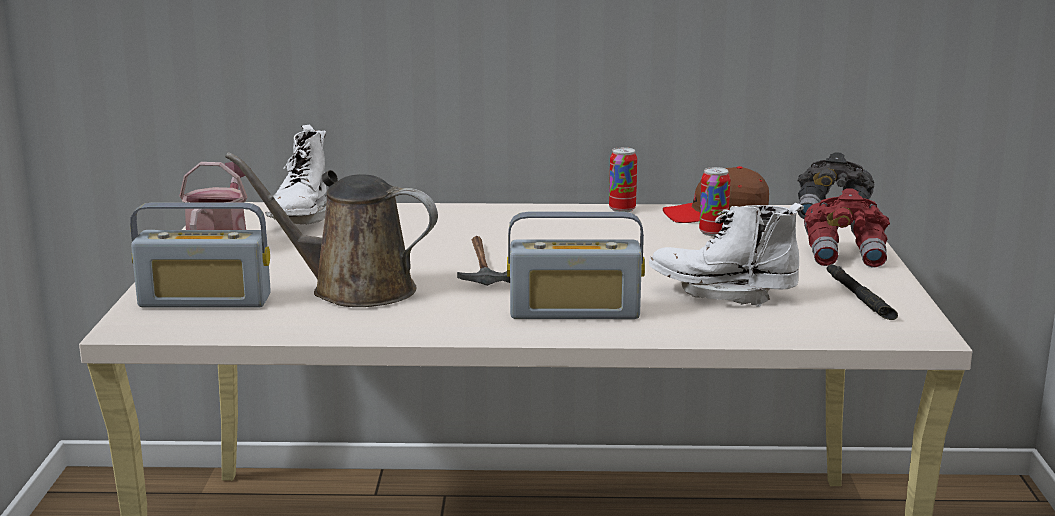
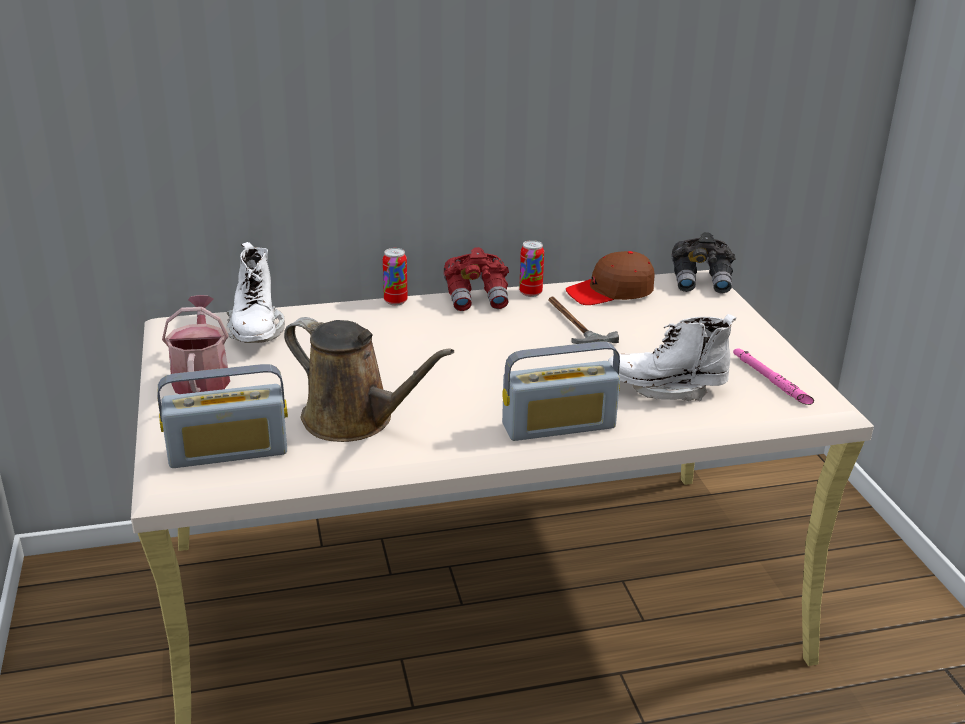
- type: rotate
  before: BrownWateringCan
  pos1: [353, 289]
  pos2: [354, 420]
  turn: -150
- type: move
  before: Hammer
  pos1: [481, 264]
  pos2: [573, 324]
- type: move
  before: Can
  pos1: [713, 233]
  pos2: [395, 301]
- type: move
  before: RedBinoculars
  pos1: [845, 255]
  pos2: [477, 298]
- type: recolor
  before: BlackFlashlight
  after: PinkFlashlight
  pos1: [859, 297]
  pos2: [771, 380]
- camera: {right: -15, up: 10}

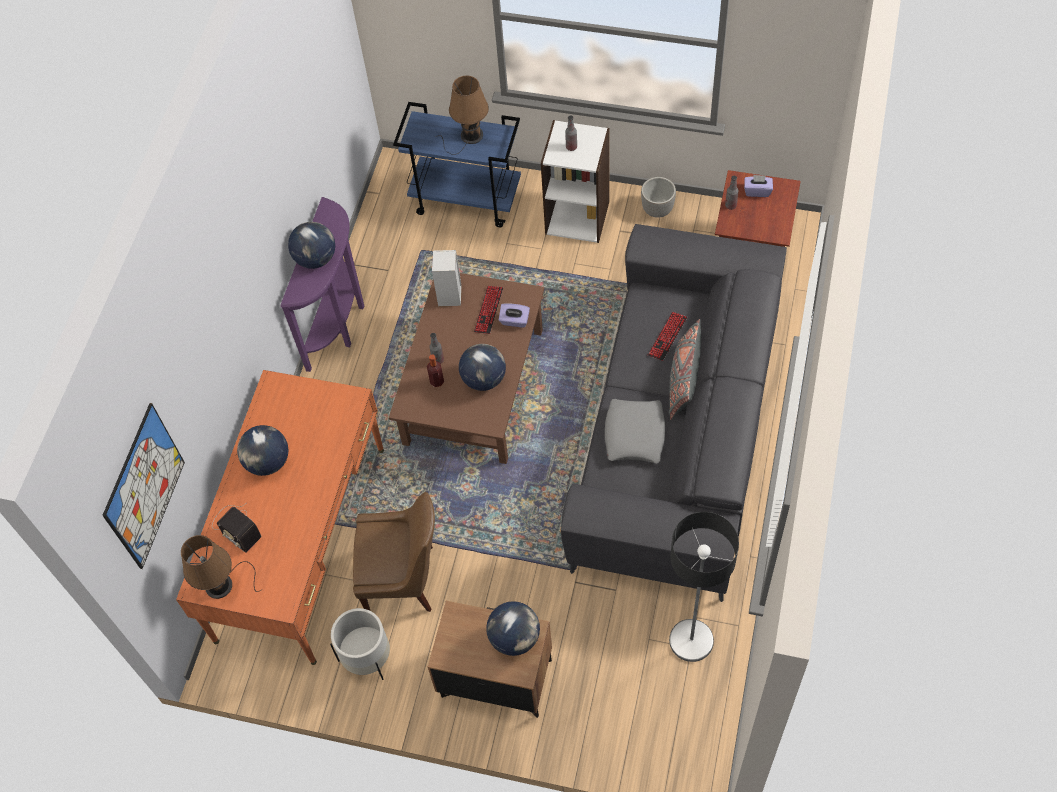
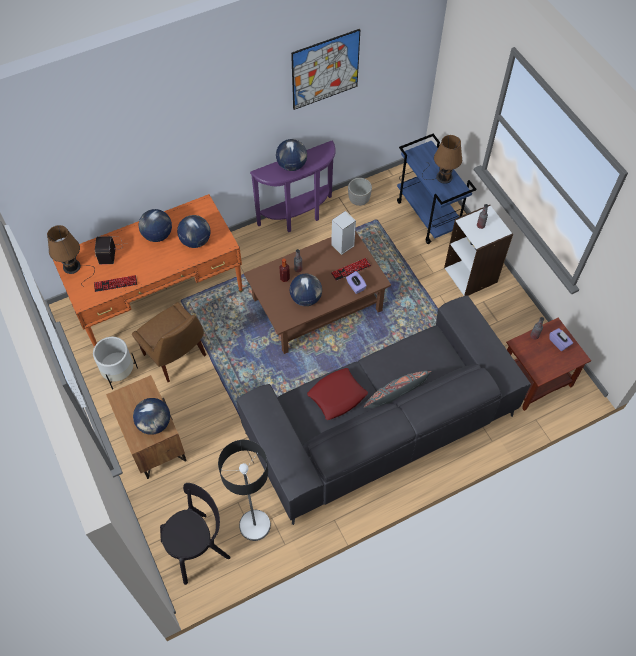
- type: move
  before: Picture
  pos1: [144, 487]
  pos2: [325, 69]
- type: recolor
  before: GreyPillow
  after: RedPillow
  pos1: [635, 434]
  pos2: [337, 396]
- type: move
  before: Planter
  pos1: [657, 210]
  pos2: [358, 200]
- type: move
  before: Keyboard
  pos1: [667, 336]
  pos2: [115, 284]
- type: insert
  after: BlackChair
  pos2: [198, 547]
- type: insert
  after: Globe
  pos2: [196, 241]
- camera: {right: 45, up: 0}

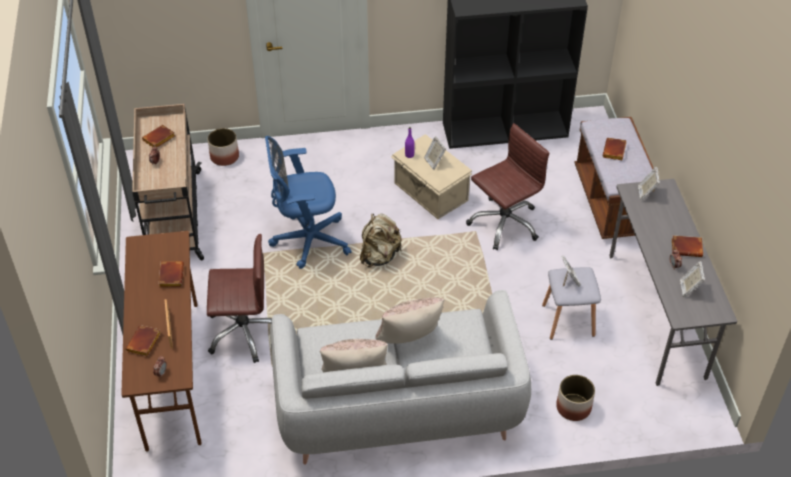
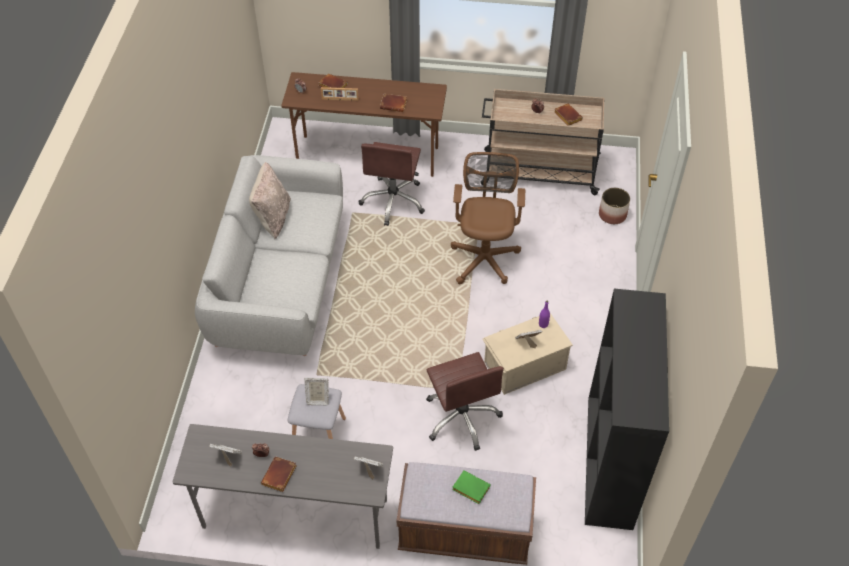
- type: recolor
  before: BlueOfficeChair
  after: BrownOfficeChair
  pos1: [307, 240]
  pos2: [485, 256]
- type: delete
  before: BeigeBackpack
  pos1: [379, 256]
- type: delete
  before: BeigePillow
  pos1: [409, 340]
- type: delete
  before: Planter
  pos1: [573, 407]
- type: recolor
  before: BrownBook
  after: GreenBook
  pos1: [615, 152]
  pos2: [469, 489]
- camera: {right: 105, up: 5}

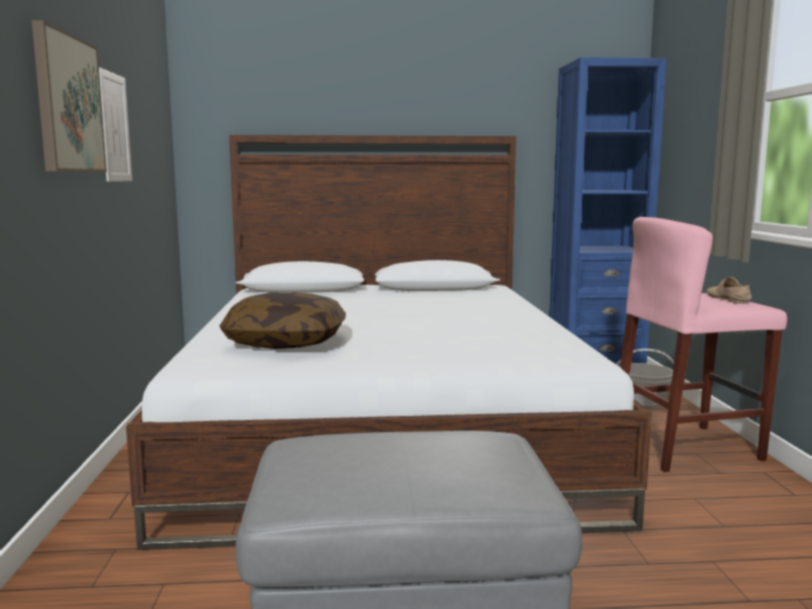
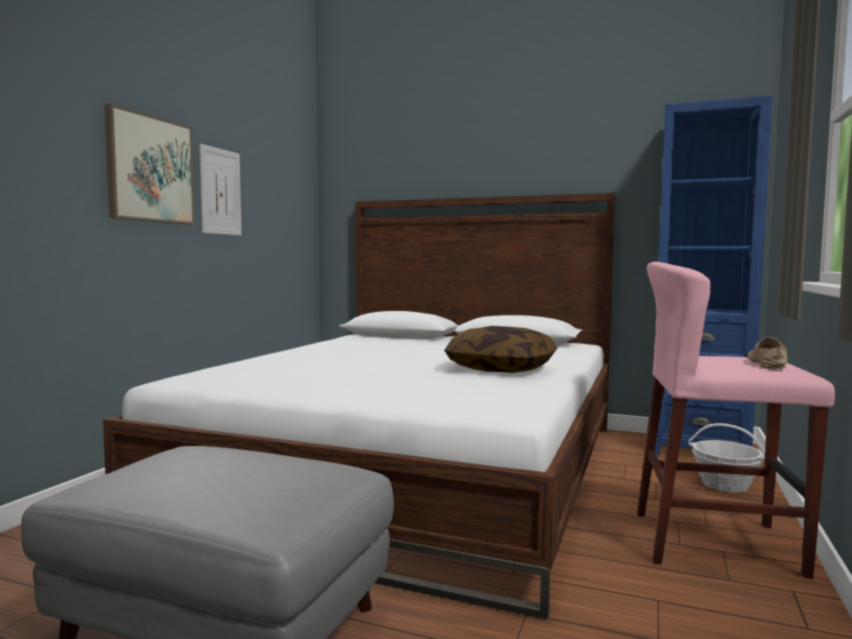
- type: move
  before: Pillow
  pos1: [286, 342]
  pos2: [501, 368]
- camera: {right: 25, up: -5}

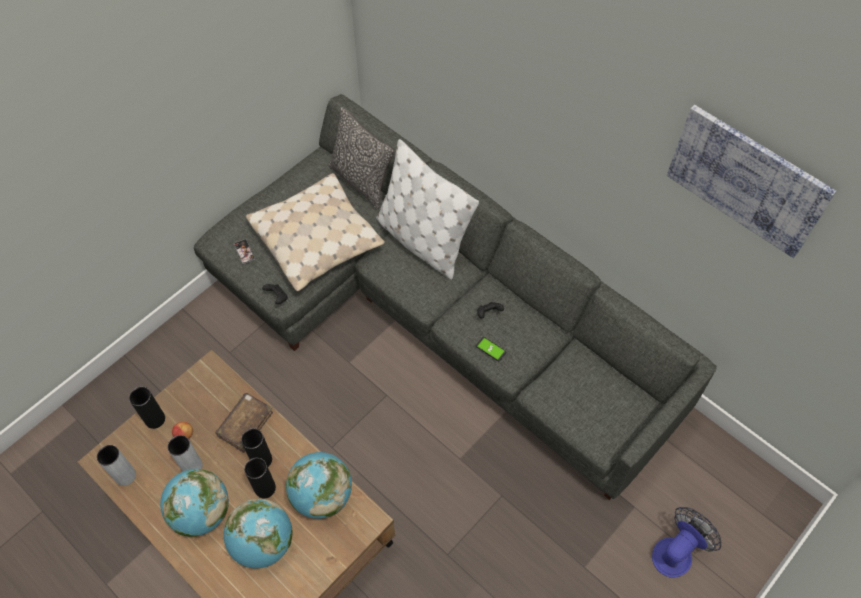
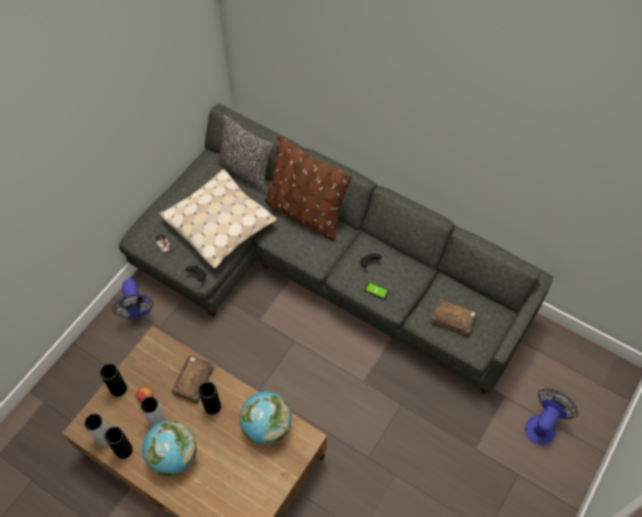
- type: delete
  before: Globe
  pos1: [263, 543]
- type: move
  before: BlackVase
  pos1: [265, 488]
  pos2: [124, 450]
- type: recolor
  before: WhitePillow
  after: BrownPillow
  pos1: [422, 241]
  pos2: [305, 213]
- type: delete
  before: Picture
  pos1: [747, 180]
- type: insert
  after: Fan
  pos2: [138, 311]
- type: insert
  after: BrownBook
  pos2: [452, 319]
- camera: {right: -10, up: 0}

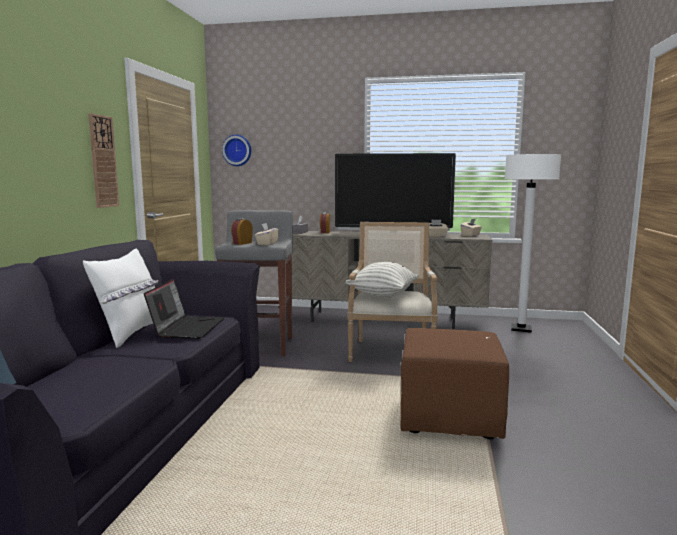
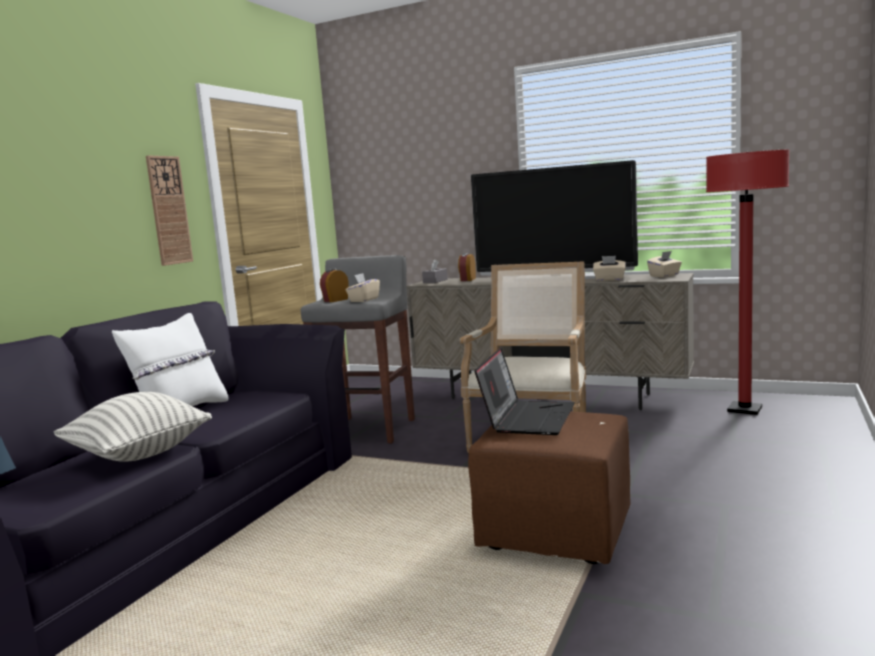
- type: move
  before: Laptop
  pos1: [187, 328]
  pos2: [527, 418]
- type: delete
  before: WallClock
  pos1: [237, 150]
- type: move
  before: Pillow
  pos1: [382, 295]
  pos2: [138, 454]
- type: recolor
  before: WhiteFloorLamp
  after: RedFloorLamp
  pos1: [521, 329]
  pos2: [744, 410]
- camera: {right: 15, up: 0}

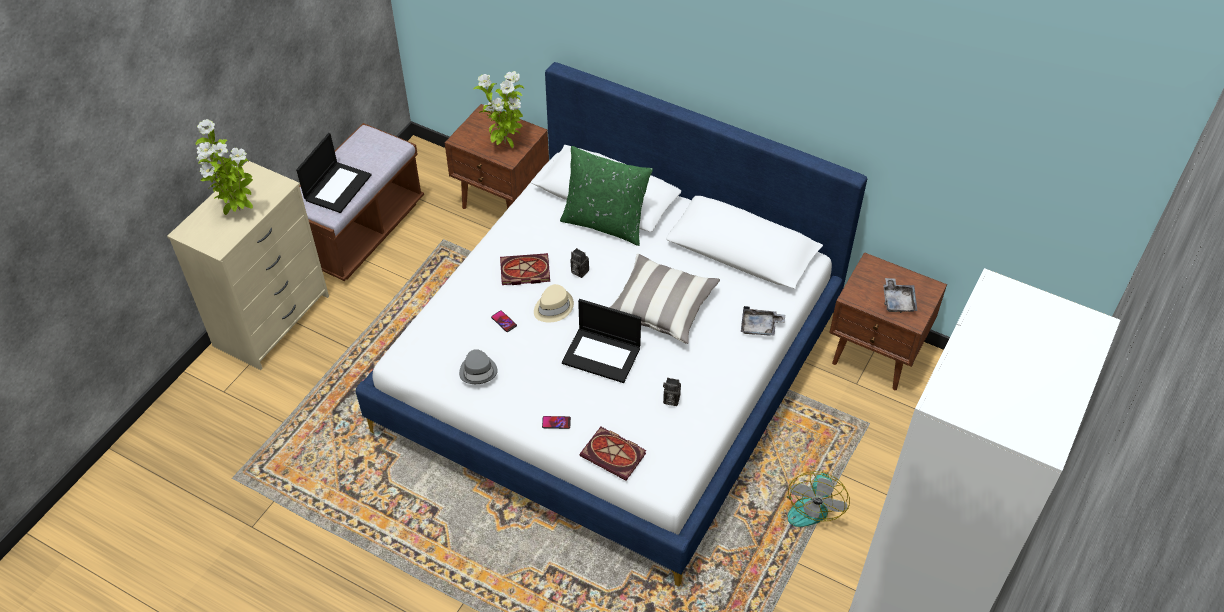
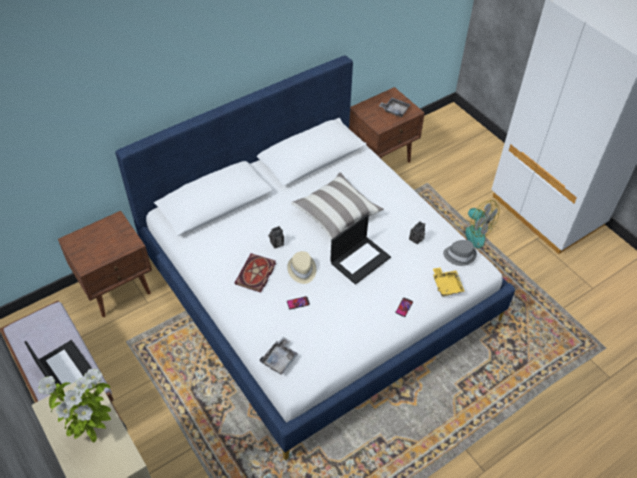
- type: move
  before: GreyHat
  pos1: [478, 371]
  pos2: [459, 255]
- type: delete
  before: PottedPlant
  pos1: [506, 145]
- type: delete
  before: GreenPillow
  pos1: [605, 223]
- type: replace
  before: Book
  after: YellowTray
  pos1: [615, 455]
  pos2: [446, 285]
- type: move
  before: GreyTray
  pos1: [760, 326]
  pos2: [280, 359]
- camera: {right: -65, up: 0}

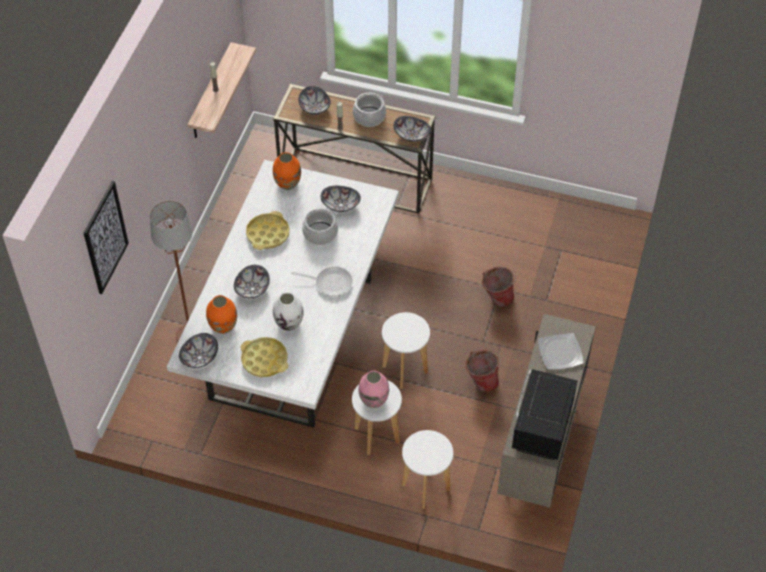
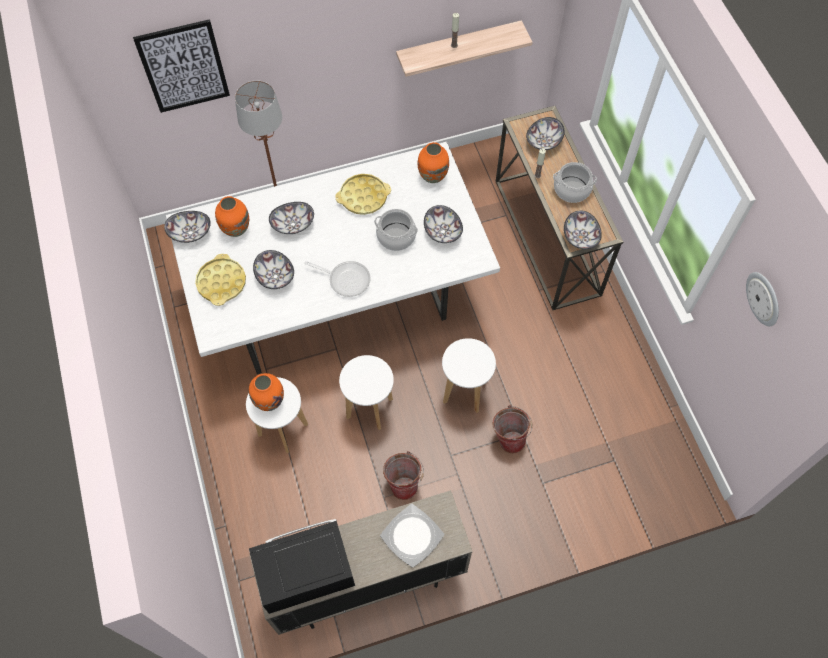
- type: replace
  before: WhiteVase
  after: Bowl
  pos1: [289, 323]
  pos2: [275, 276]
- type: rotate
  before: FryingPan
  pos1: [330, 282]
  pos2: [346, 279]
  turn: -45
- type: recolor
  before: PinkVase
  after: OrangeVase
  pos1: [373, 400]
  pos2: [269, 400]
- type: move
  before: WhiteStool
  pos1: [426, 487]
  pos2: [465, 392]
- type: insert
  after: WallClock
  pos2: [764, 298]
- camera: {right: 55, up: 10}

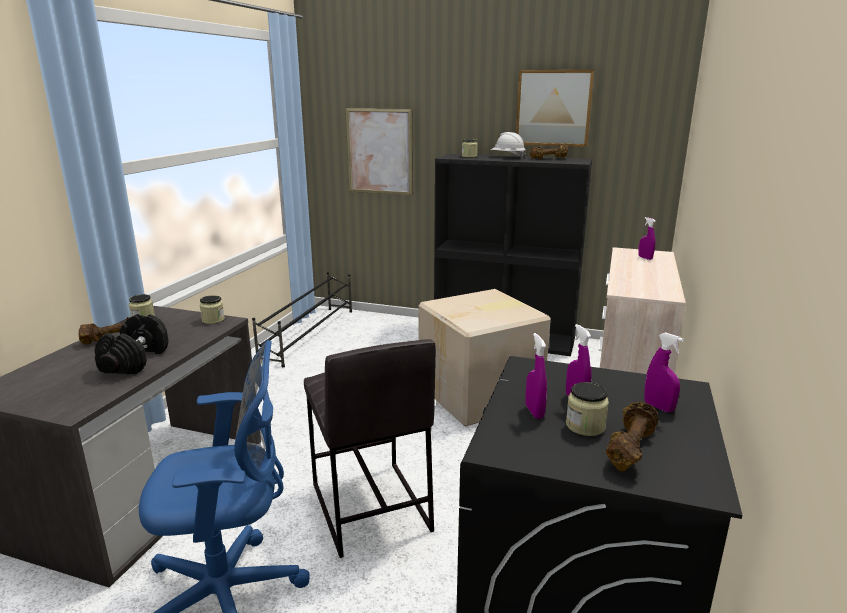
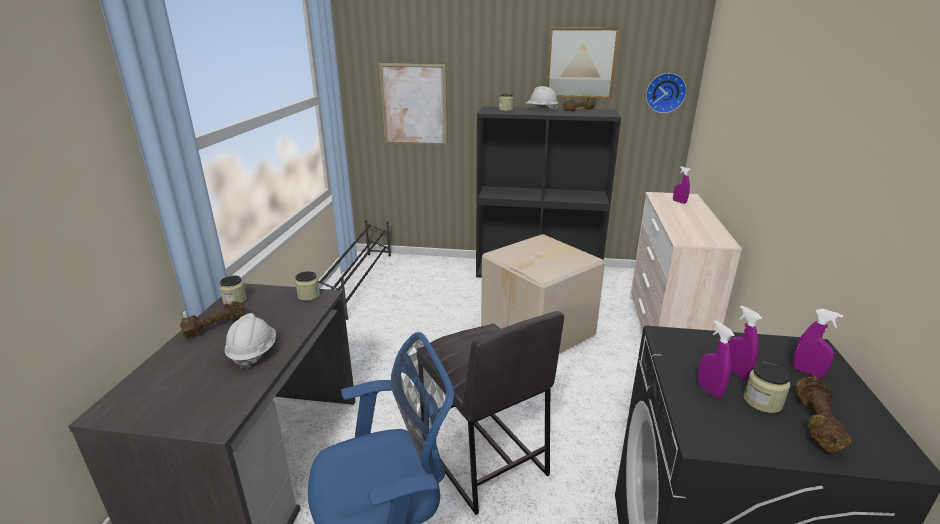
- type: replace
  before: BlackDumbbell
  after: WhiteHardHat
  pos1: [135, 360]
  pos2: [253, 353]
- type: insert
  after: WallClock
  pos2: [665, 92]
- camera: {right: -10, up: 5}

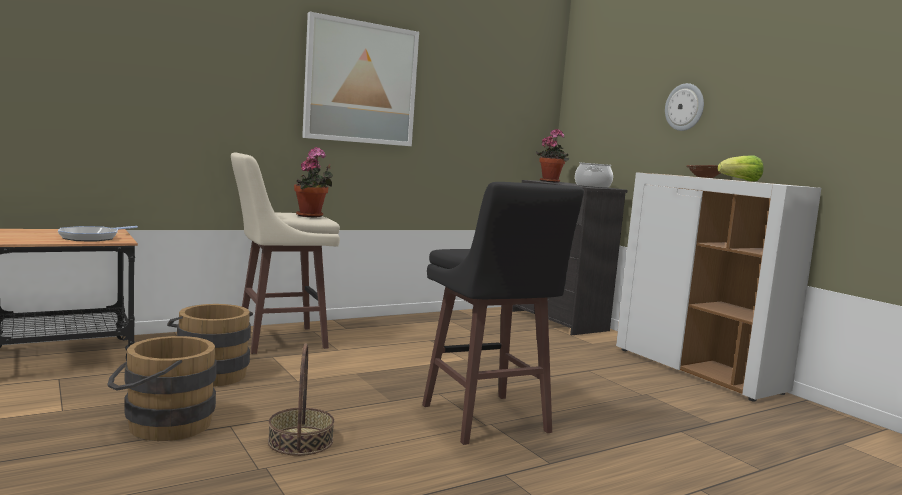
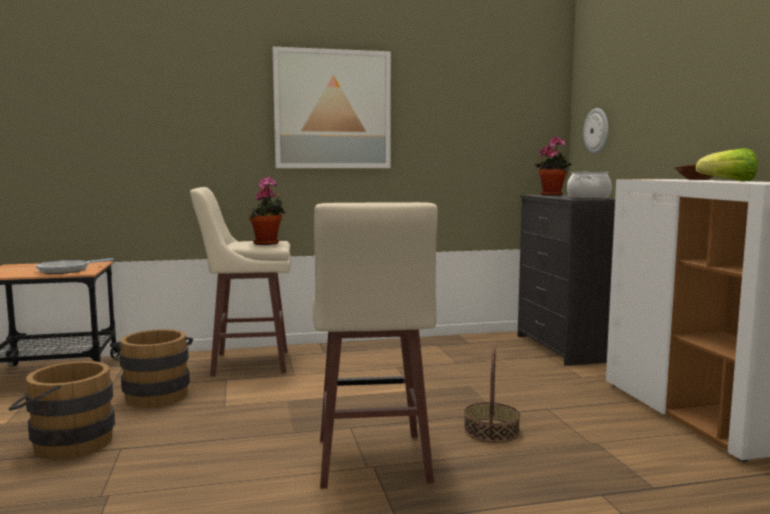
- type: move
  before: Basket
  pos1: [300, 441]
  pos2: [491, 430]
- type: recolor
  before: BlackStool
  after: BeigeStool
  pos1: [486, 420]
  pos2: [371, 462]
- type: move
  before: WallClock
  pos1: [685, 107]
  pos2: [597, 131]
- camera: {right: 20, up: 0}

